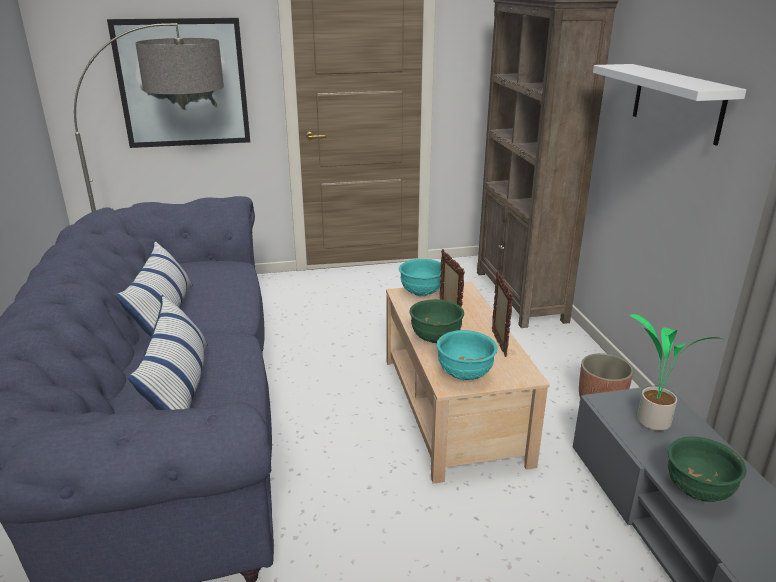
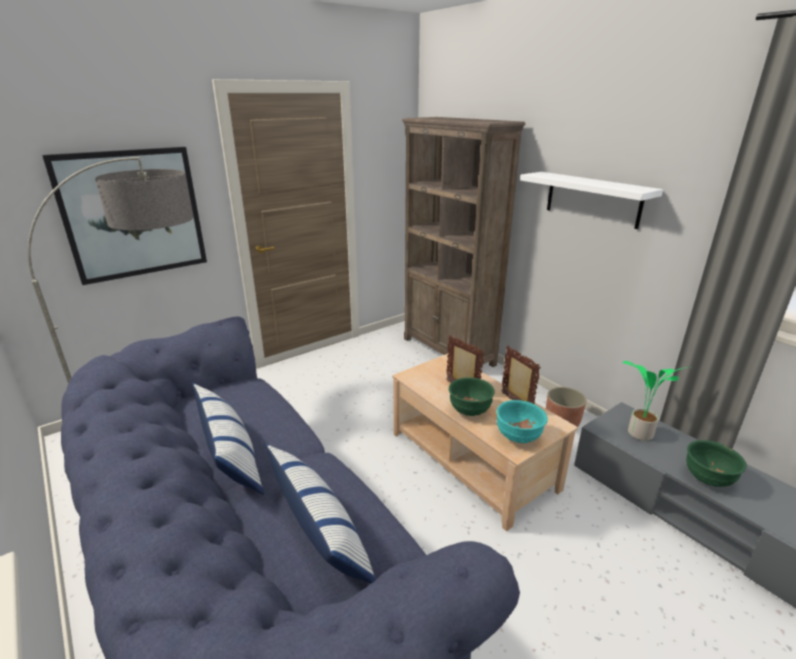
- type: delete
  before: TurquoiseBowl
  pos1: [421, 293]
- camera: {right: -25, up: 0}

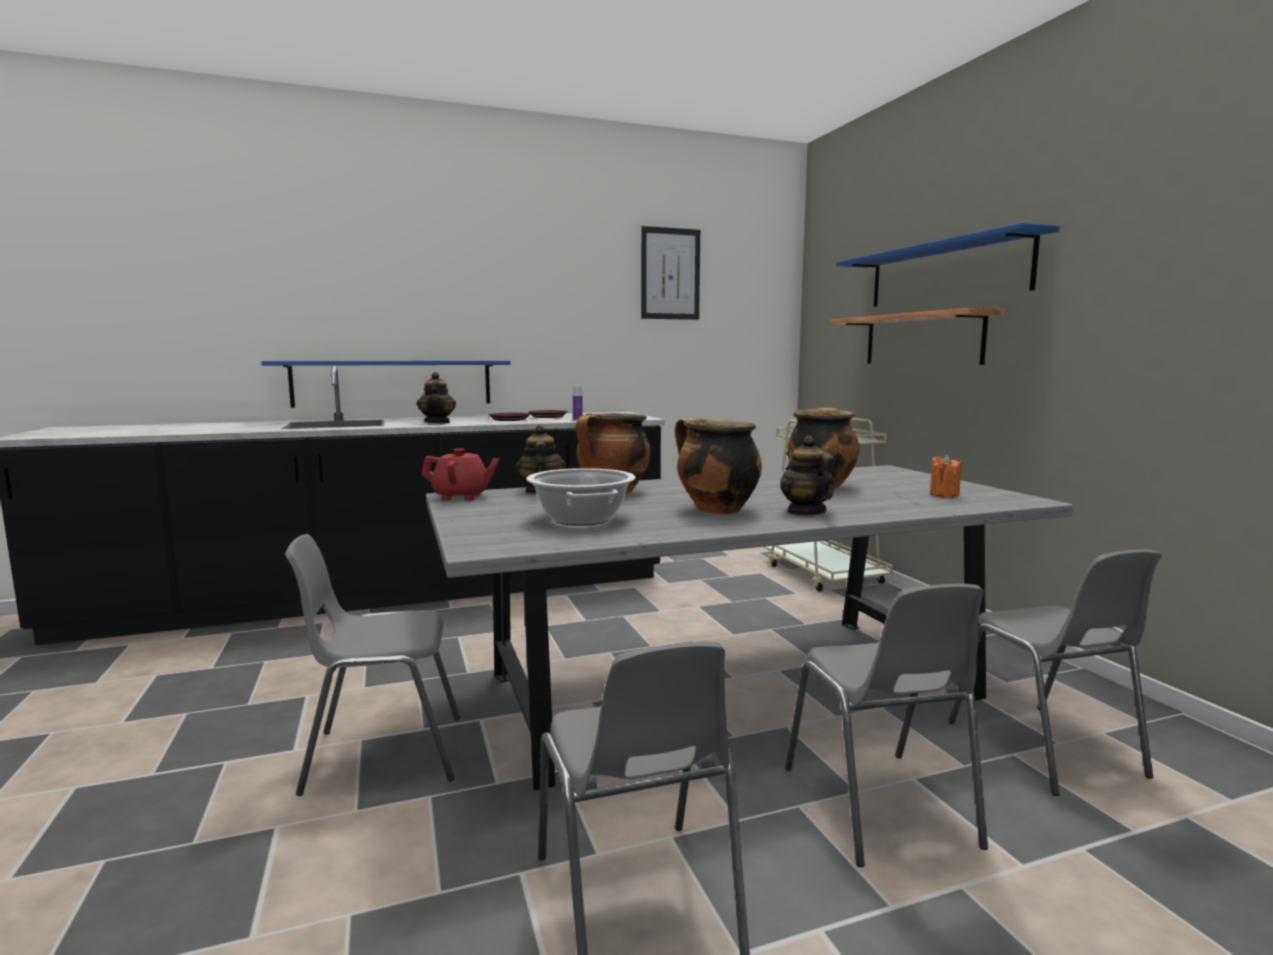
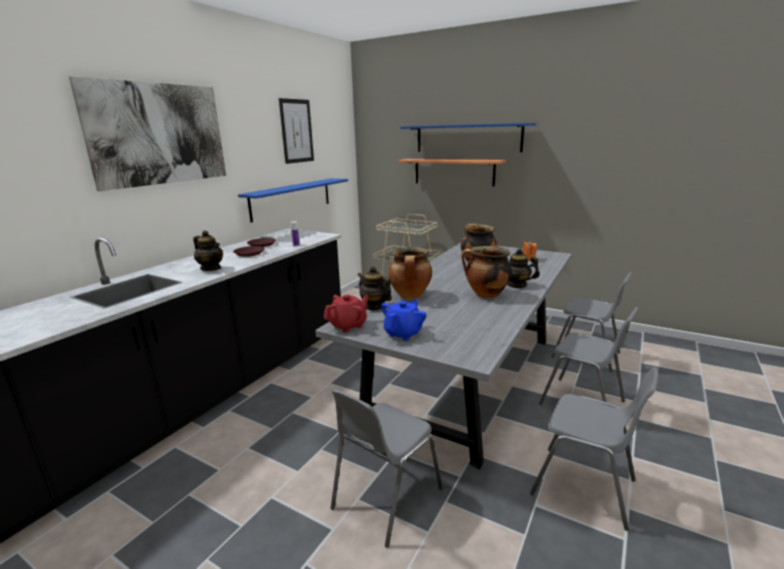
- type: move
  before: BlueShelf
  pos1: [393, 383]
  pos2: [291, 198]
- type: delete
  before: CookingPot
  pos1: [582, 519]
- type: insert
  after: Picture
  pos2: [159, 134]
- type: insert
  after: BlueTeapot
  pos2: [403, 333]
- camera: {right: -40, up: 10}

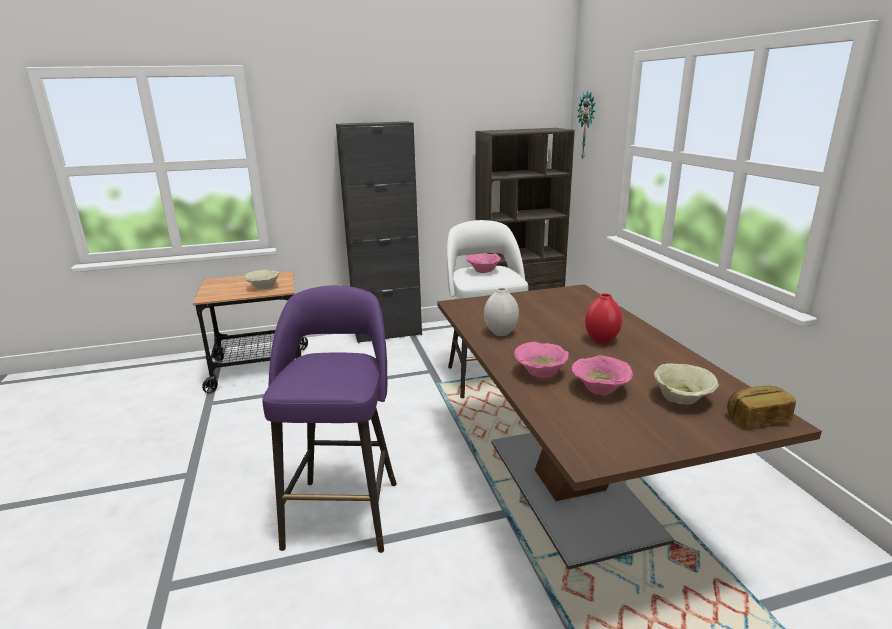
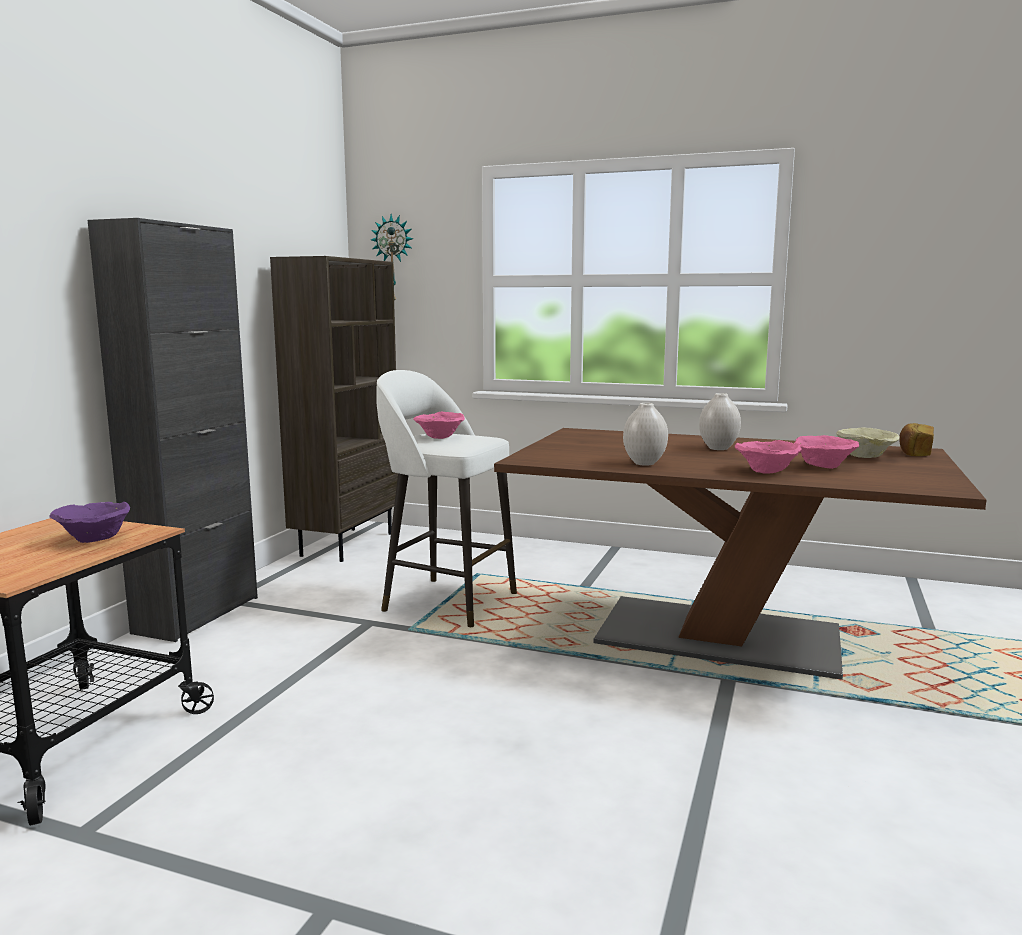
- type: recolor
  before: BeigeBowl
  after: PurpleBowl
  pos1: [264, 287]
  pos2: [93, 539]
- type: delete
  before: PurpleStool
  pos1: [344, 511]
- type: recolor
  before: RedVase
  after: WhiteVase
  pos1: [602, 340]
  pos2: [718, 448]
- camera: {right: -55, up: -10}

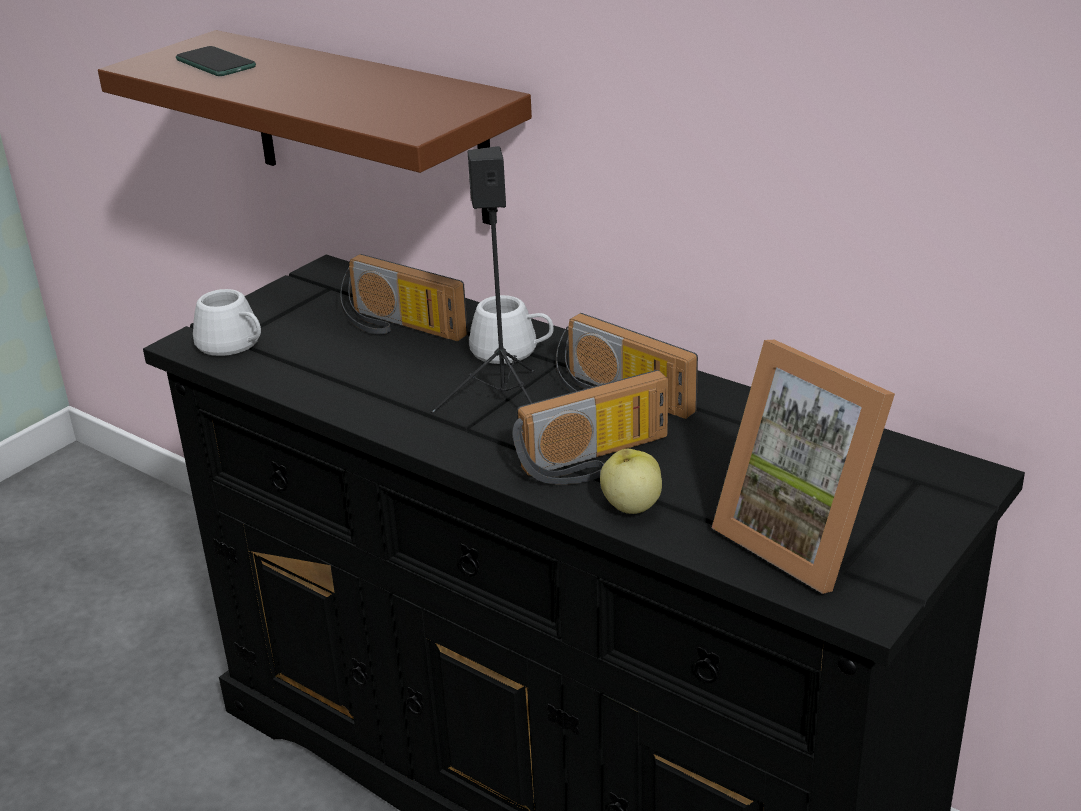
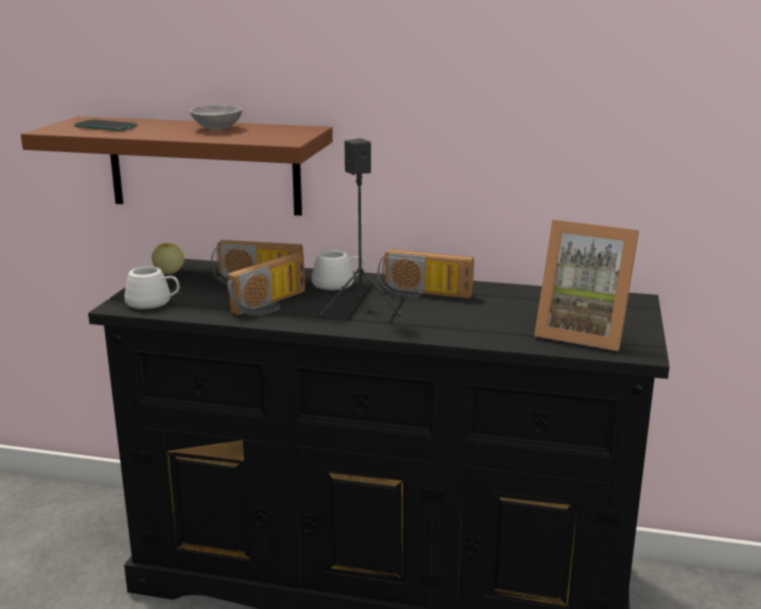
- type: move
  before: Radio
  pos1: [596, 461]
  pos2: [272, 305]
- type: move
  before: Apple
  pos1: [631, 506]
  pos2: [169, 273]
- type: insert
  after: GreyBowl
  pos2: [217, 128]
- camera: {right: -25, up: -10}

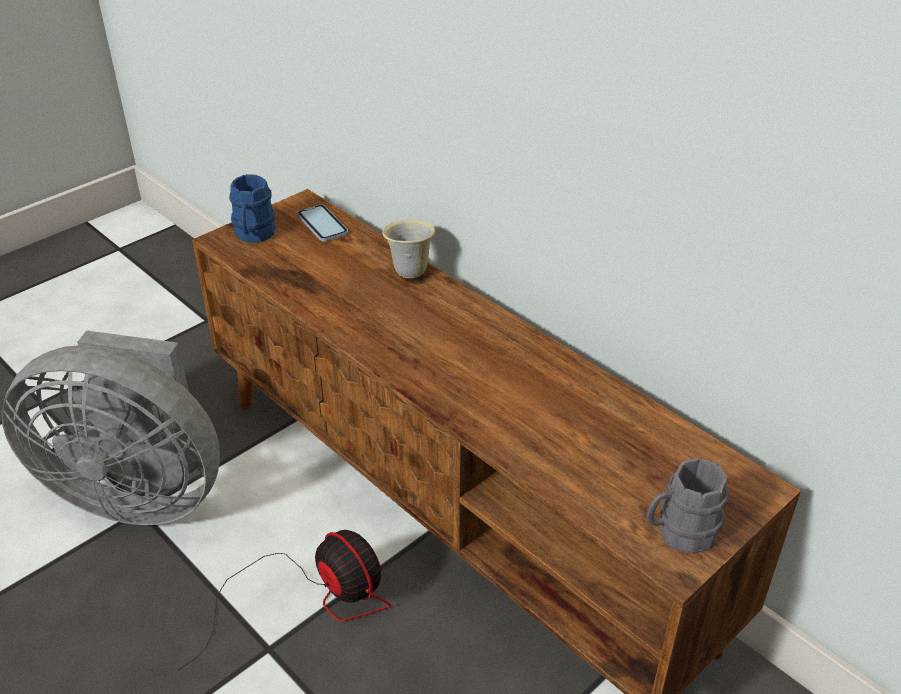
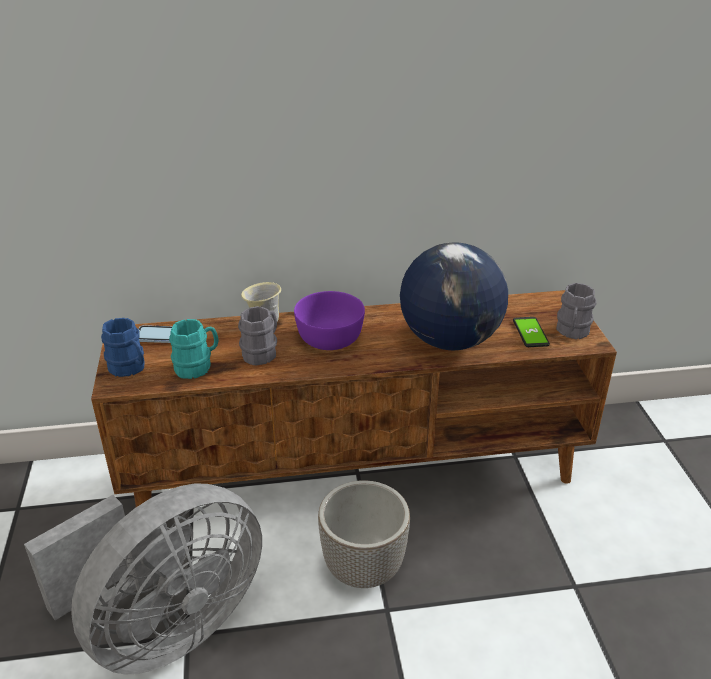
- type: replace
  before: Fan
  after: Planter
  pos1: [312, 598]
  pos2: [364, 568]
- type: insert
  after: TurquoiseMug
  pos2: [197, 366]
- type: insert
  after: GreyMug
  pos2: [262, 352]
- type: insert
  after: PurpleBowl
  pos2: [330, 337]
- type: insert
  after: Globe
  pos2: [449, 340]
- type: insert
  after: Phone
  pos2: [530, 333]
- camera: {right: -55, up: -5}

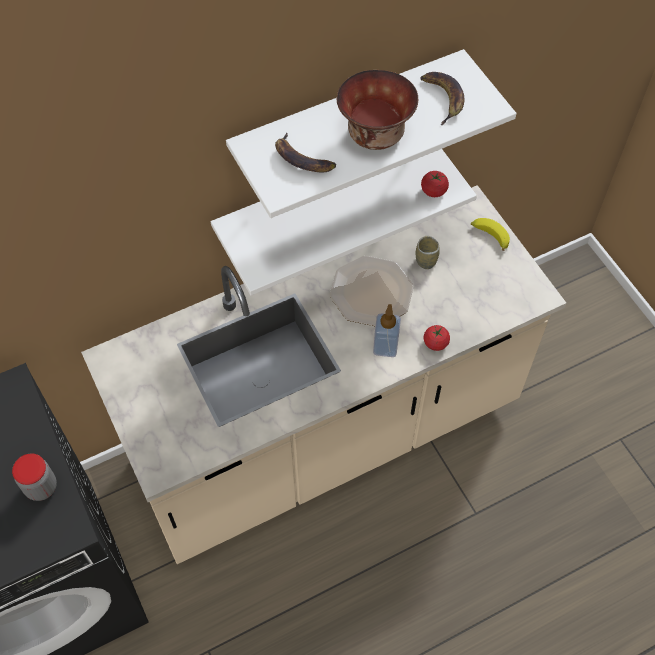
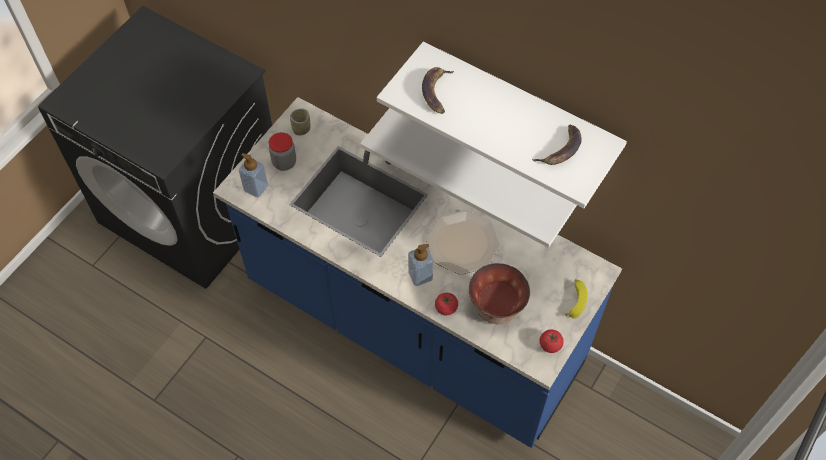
- type: move
  before: Jar
  pos1: [41, 487]
  pos2: [284, 162]
- type: recolor
  before: BeigeCounter
  after: BlueCounter
  pos1: [327, 437]
  pos2: [413, 327]
- type: move
  before: Bowl
  pos1: [374, 135]
  pos2: [495, 308]
- type: move
  before: Cup
  pos1: [426, 261]
  pos2: [301, 129]
- type: move
  before: Tomato
  pos1: [433, 191]
  pos2: [550, 345]
- type: insert
  after: SoapDispenser
  pos2: [256, 188]
- camera: {right: 60, up: 0}

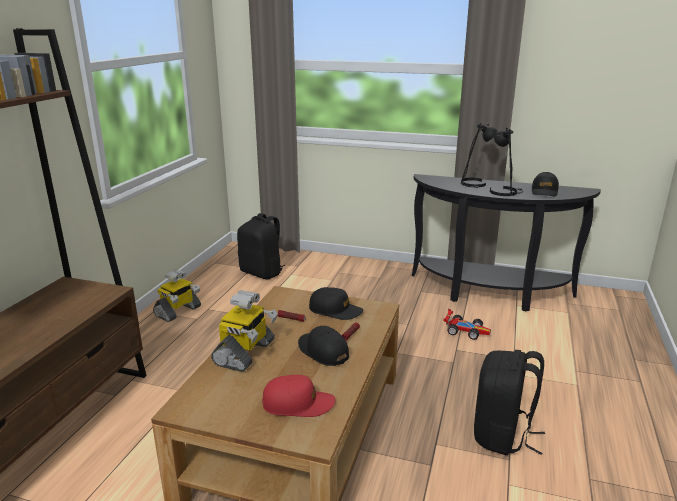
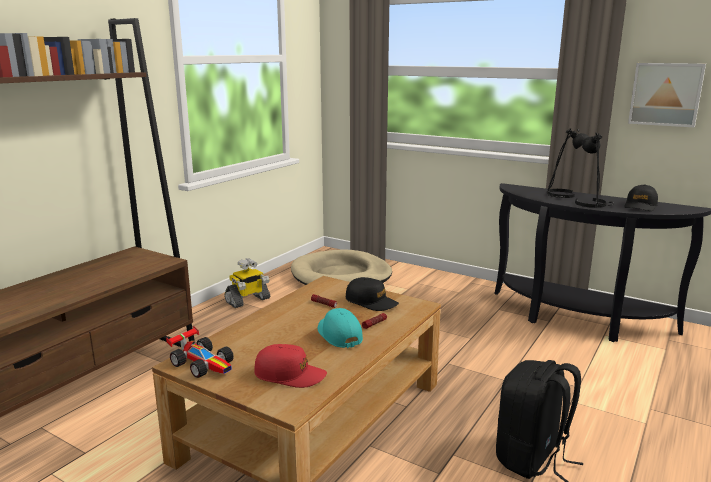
- type: delete
  before: ToyRobot
  pos1: [245, 353]
- type: replace
  before: BlackBackpack
  after: BeigeDogBed
  pos1: [262, 273]
  pos2: [341, 276]
- type: recolor
  before: BlackCap
  after: TurquoiseCap
  pos1: [323, 351]
  pos2: [339, 335]
- type: move
  before: ToyCar
  pos1: [465, 330]
  pos2: [204, 363]
- type: insert
  after: Picture
  pos2: [666, 94]
- camera: {right: 15, up: -5}

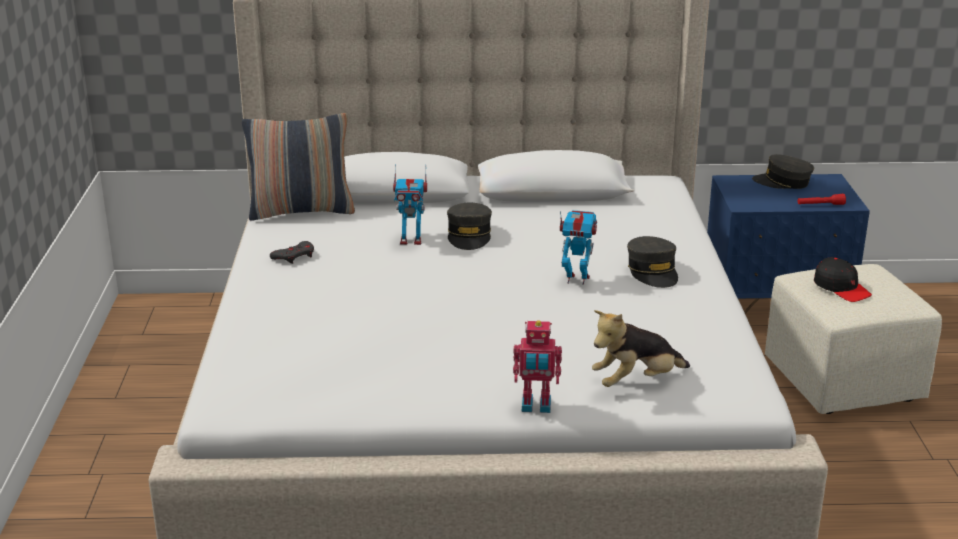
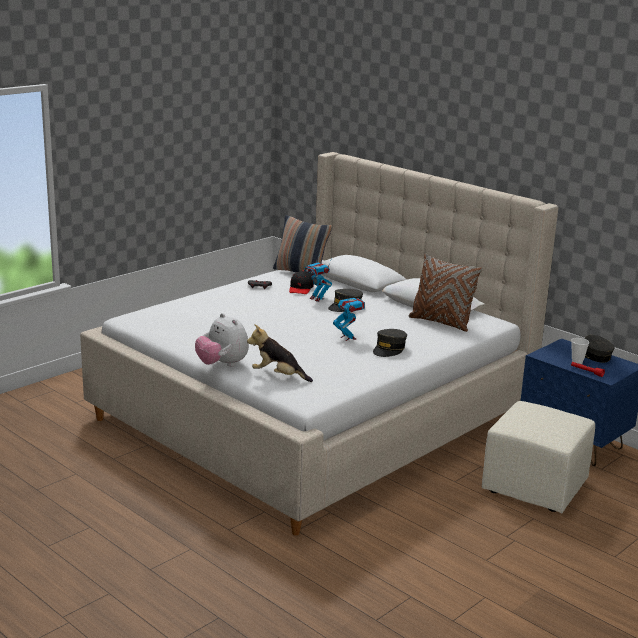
- type: replace
  before: ToyRobot
  after: PlushToy
  pos1: [536, 406]
  pos2: [222, 365]
- type: move
  before: BlackCap
  pos1: [841, 288]
  pos2: [301, 288]
- type: insert
  after: BrownPillow
  pos2: [441, 322]
- type: insert
  after: Cup
  pos2: [577, 362]
- camera: {right: 45, up: -5}

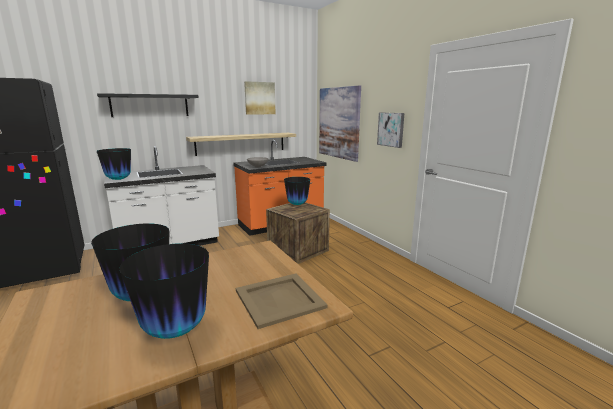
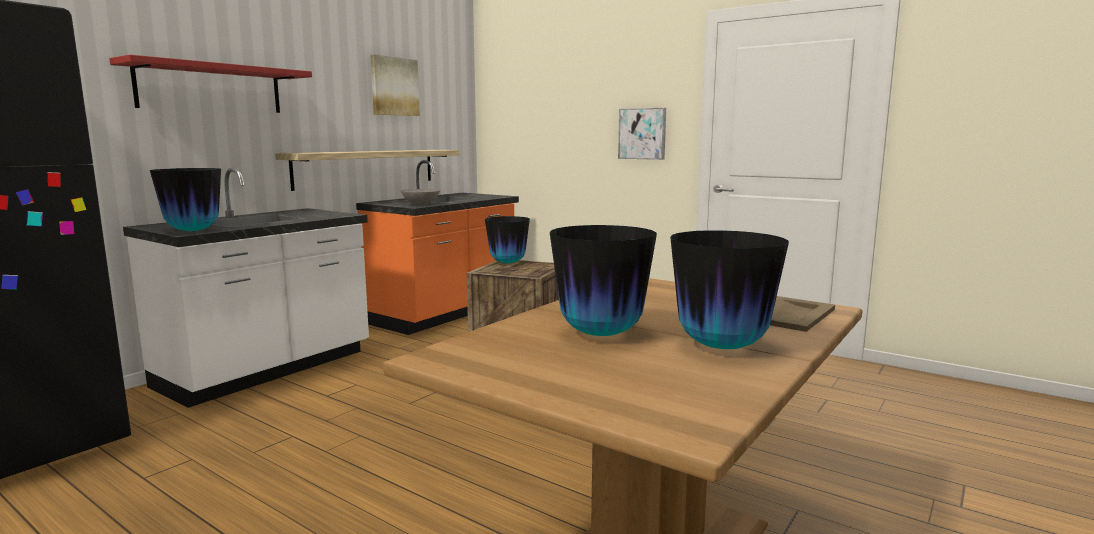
- type: recolor
  before: BlackShelf
  after: RedShelf
  pos1: [150, 105]
  pos2: [211, 88]
- type: delete
  before: Picture
  pos1: [339, 123]
- camera: {right: -25, up: -5}

